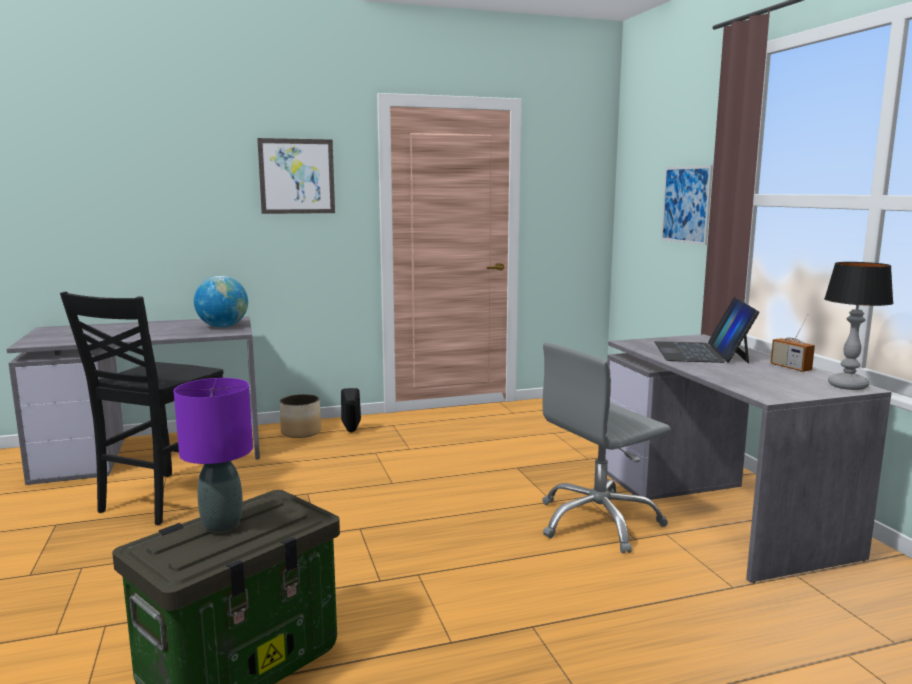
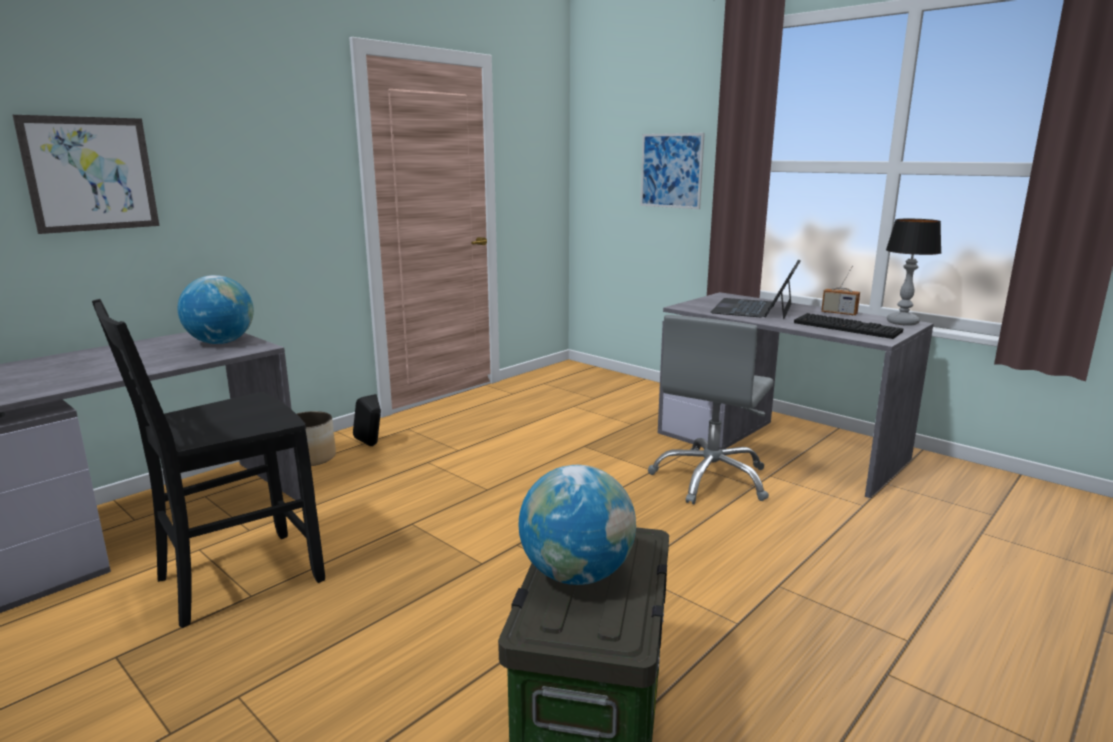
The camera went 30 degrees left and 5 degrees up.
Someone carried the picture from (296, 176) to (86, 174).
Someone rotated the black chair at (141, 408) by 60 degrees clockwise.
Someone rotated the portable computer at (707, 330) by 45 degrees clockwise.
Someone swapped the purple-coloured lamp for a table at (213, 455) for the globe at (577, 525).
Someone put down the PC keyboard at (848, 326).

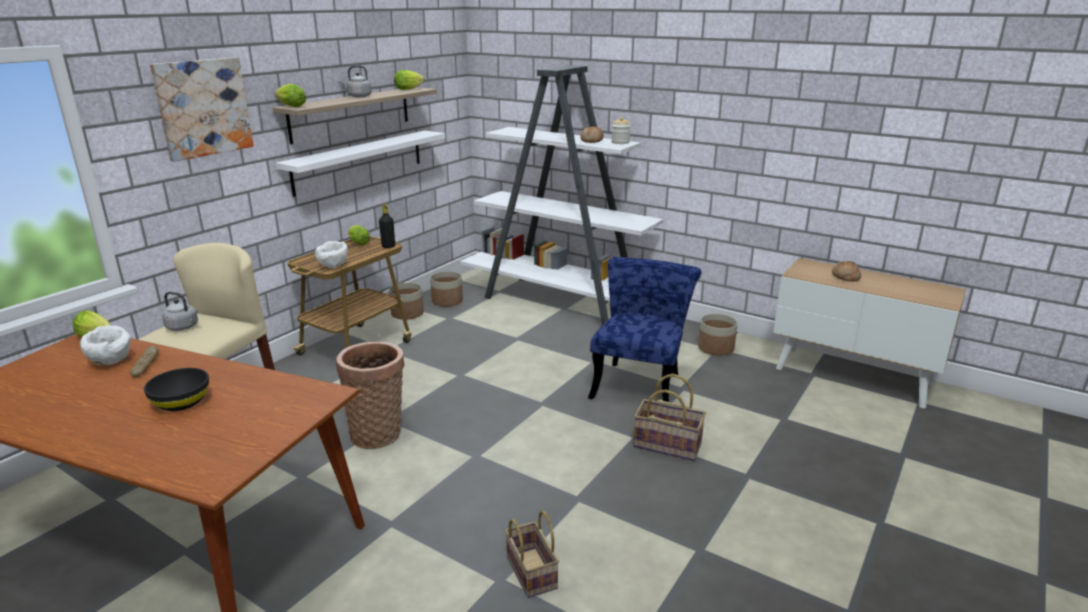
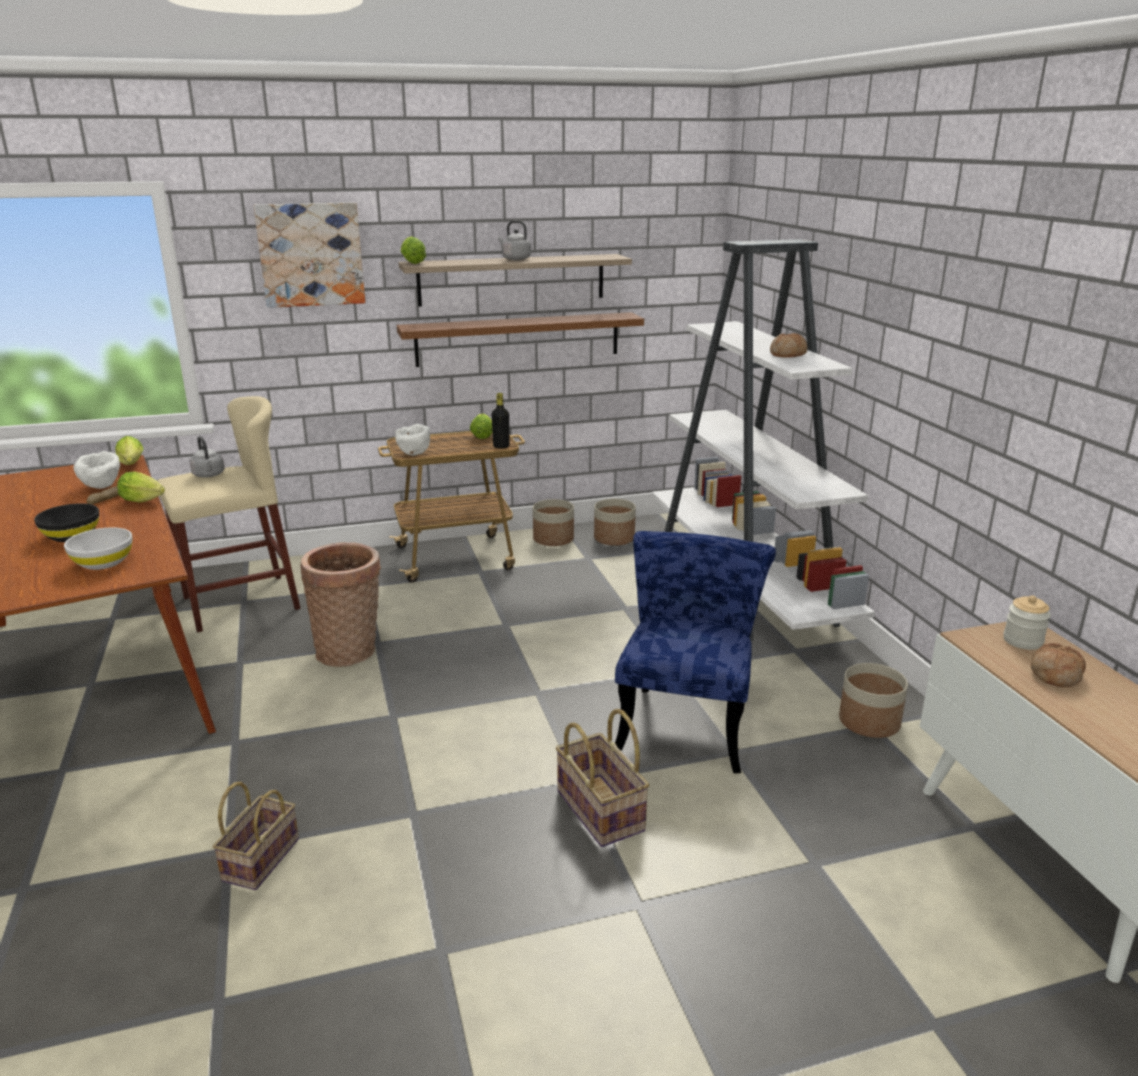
The camera went 40 degrees right and 0 degrees up.
Someone carried the lettuce head from (409, 80) to (141, 487).
Someone carried the preserve jar from (621, 130) to (1027, 622).
Someone repainted the white-coloured bracket shelf at (360, 163), which became the brown-coloured bracket shelf at (520, 339).
Someone rotated the blue-coloured chair at (645, 329) by 45 degrees counterclockwise.
Someone put down the white-coloured deep dish at (98, 548).

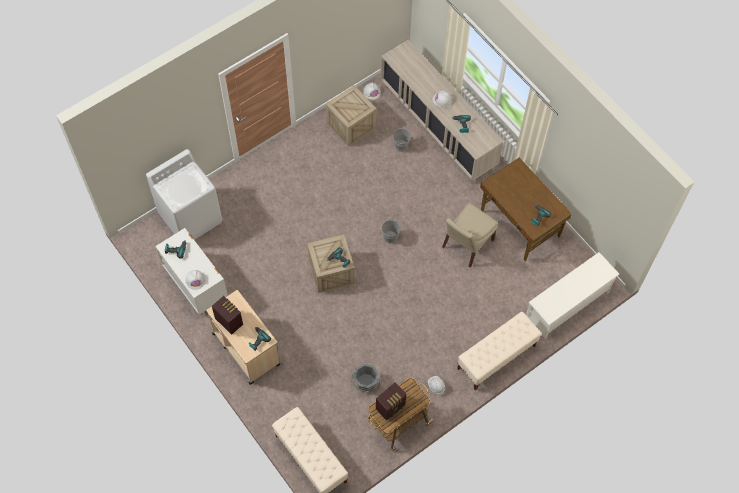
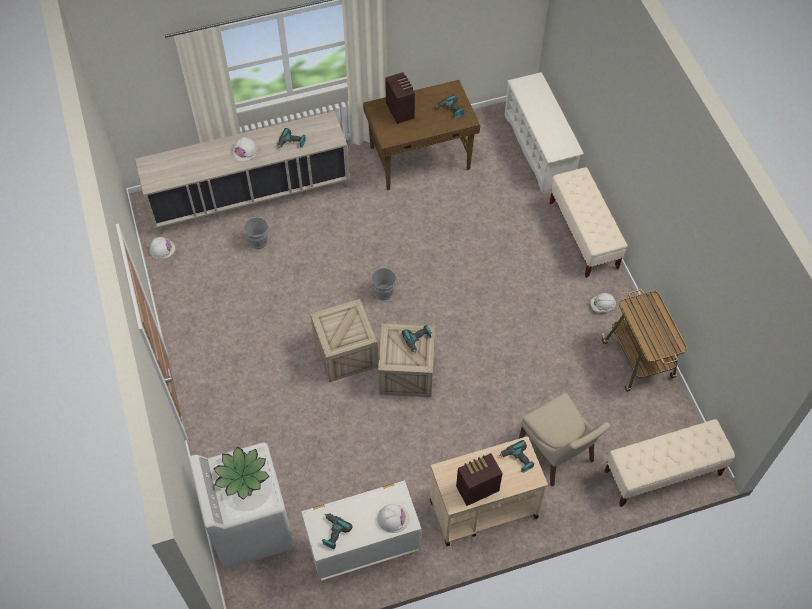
The camera went 70 degrees left and 5 degrees down.
Someone carried the packing crate from (351, 116) to (344, 340).
Someone carried the beige-coloured chair from (470, 235) to (564, 439).
Someone took away the greyish pail at (365, 378).
Someone carried the radio set from (391, 401) to (400, 98).
Someone put down the plant in a pot at (241, 473).

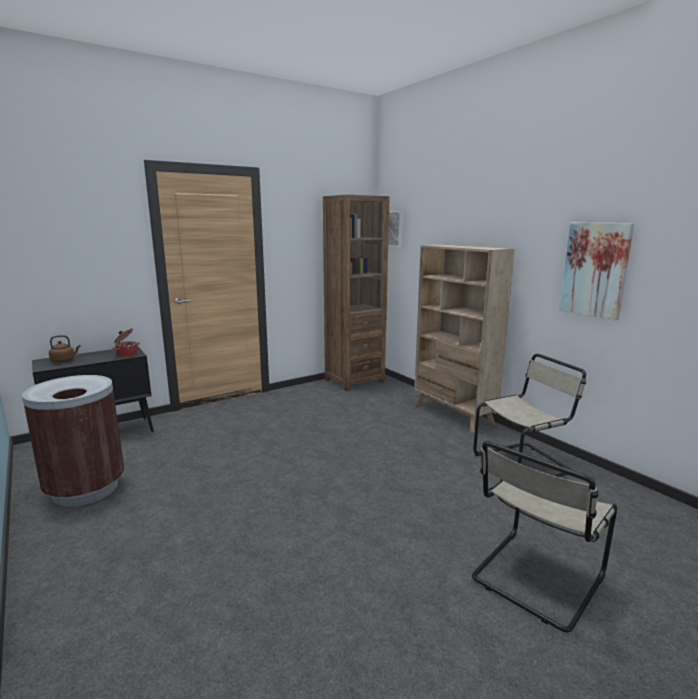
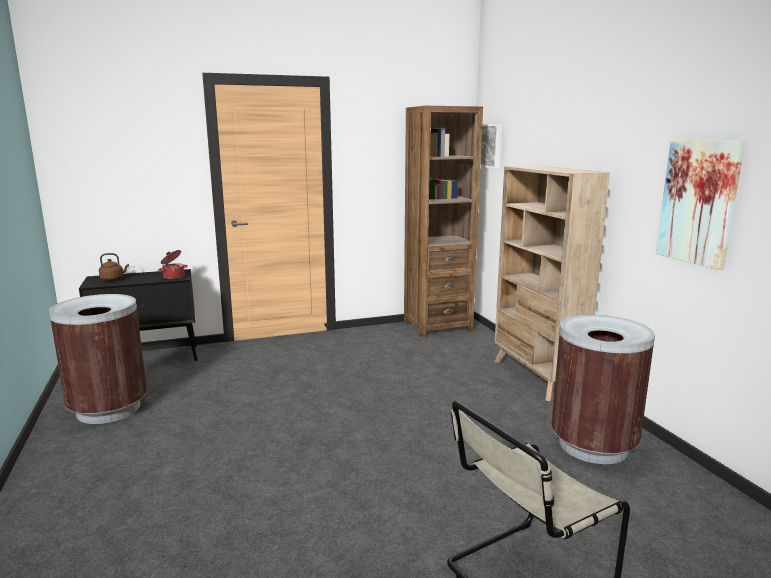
The camera went 15 degrees right and 0 degrees up.
Someone swapped the beige-coloured chair at (529, 415) for the brown-coloured waste bin at (603, 389).

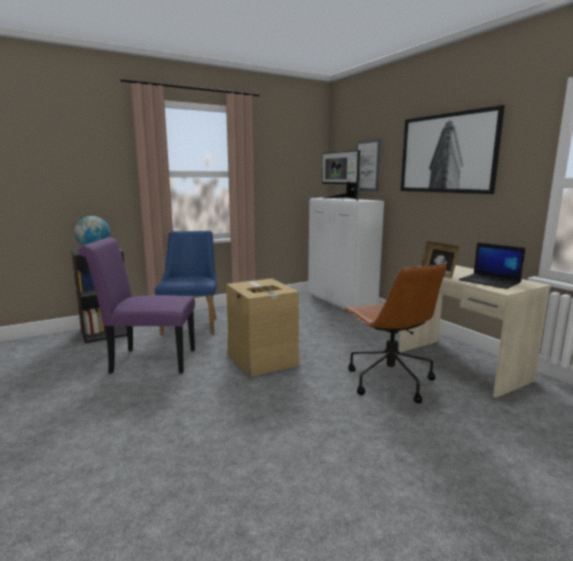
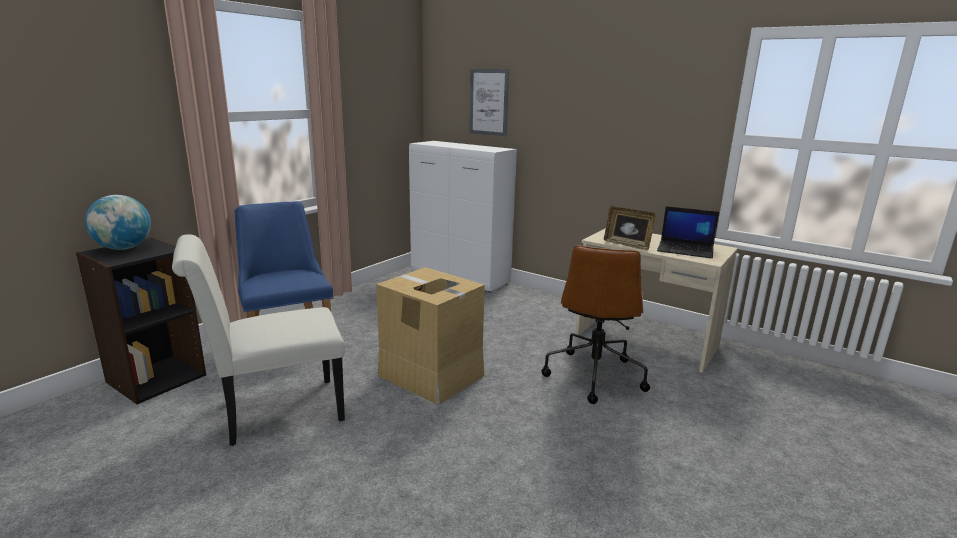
The camera went 25 degrees left and 5 degrees up.
Someone took away the picture at (453, 149).
Someone took away the computer display at (341, 175).
Someone repainted the purple-coloured chair at (136, 305), which became the white-coloured chair at (258, 340).
Someone rotated the brown-coloured desk chair at (394, 333) by 60 degrees clockwise.

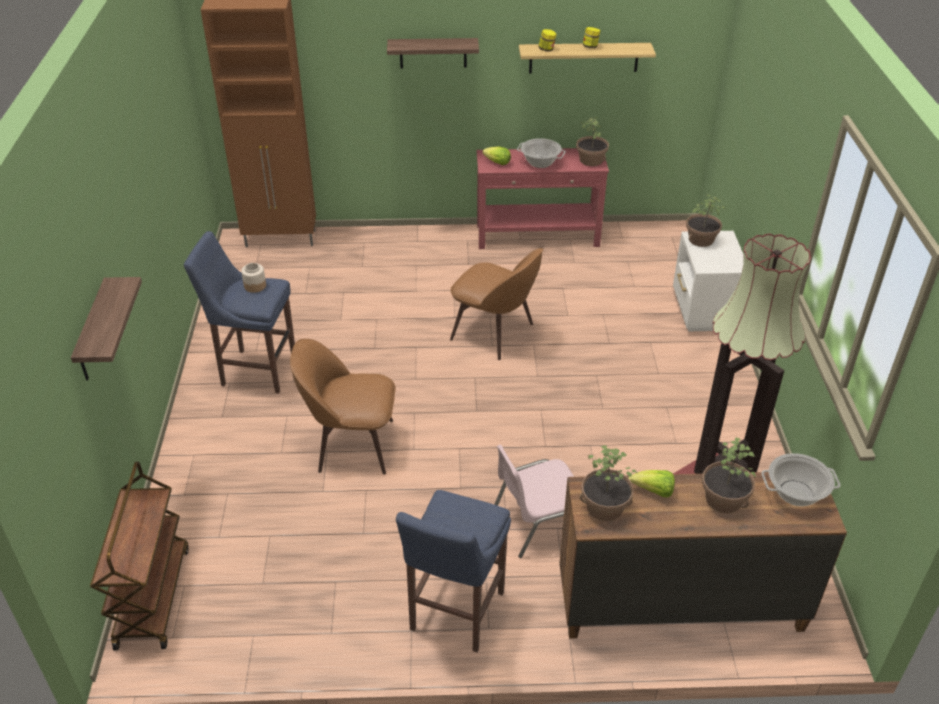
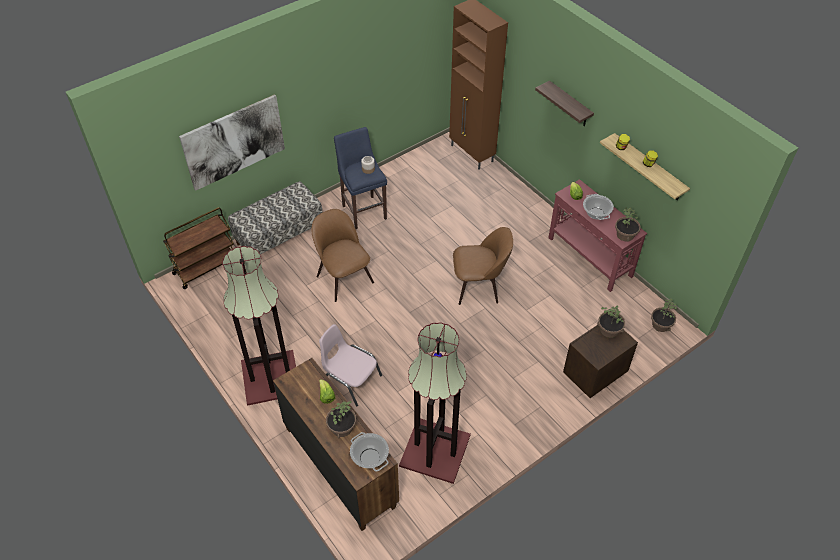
The camera went 55 degrees right and 10 degrees up.
Someone repainted the white-coloured night table at (708, 281), which became the brown-coloured night table at (600, 361).
Someone rotated the brown-coloured chair at (496, 304) by 90 degrees counterclockwise.
Someone swapped the bracket shelf at (106, 328) for the picture at (232, 142).
Someone carried the plant in a pot from (608, 483) to (664, 315).
Someone swapped the blue-coloured sitting stool at (453, 571) for the standard lamp at (259, 326).
Someone put down the bench at (275, 217).

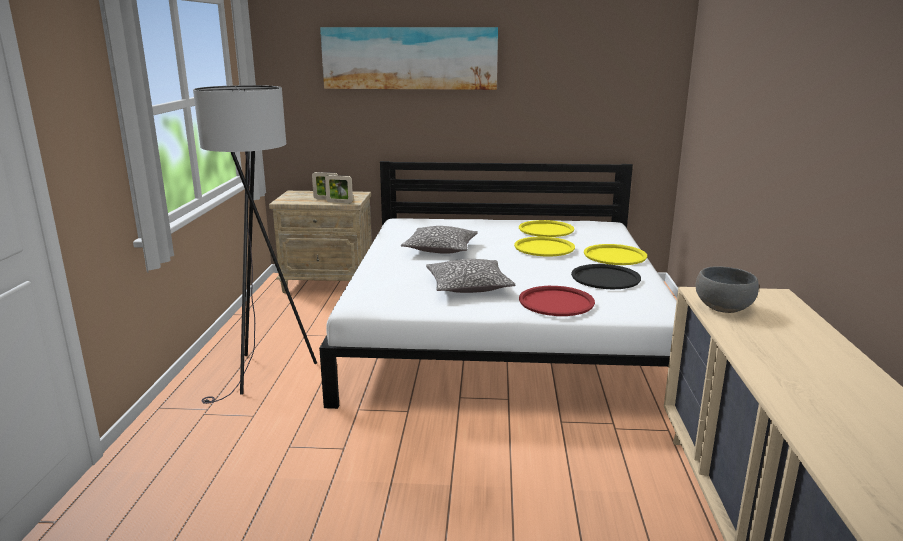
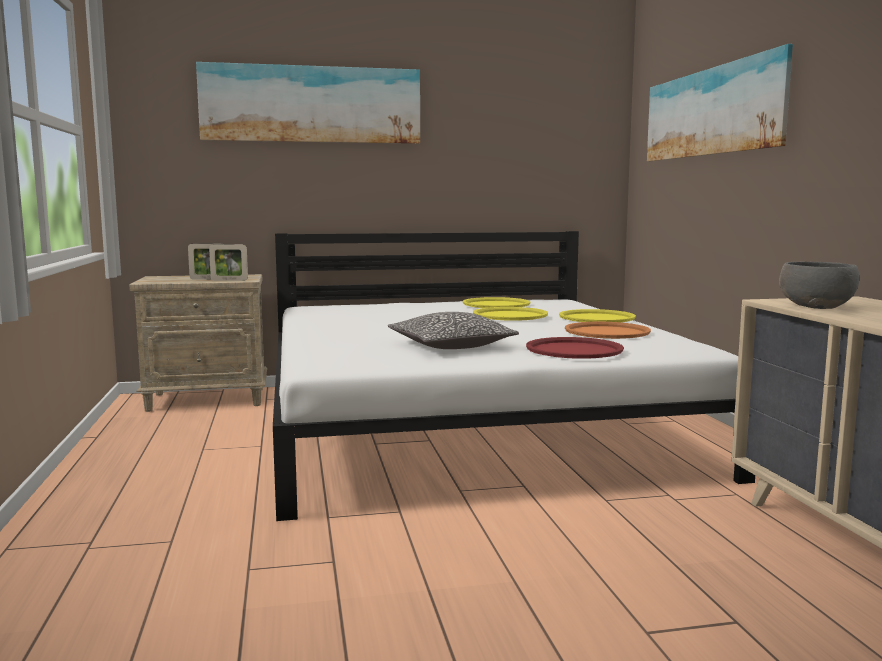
The camera went 15 degrees left and 10 degrees down.
Someone took away the greyish standard lamp at (255, 244).
Someone took away the pillow at (439, 240).
Someone repainted the black tray at (606, 276), which became the orange-coloured tray at (608, 330).
Someone put up the picture at (720, 102).

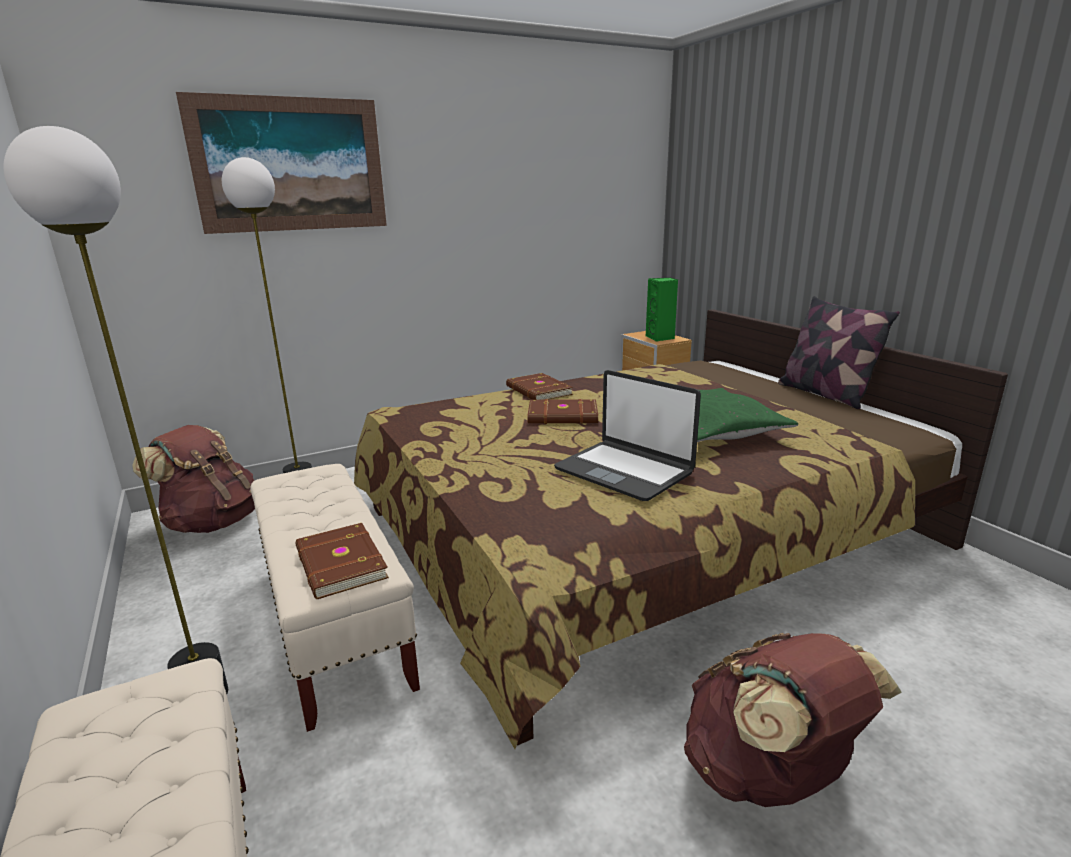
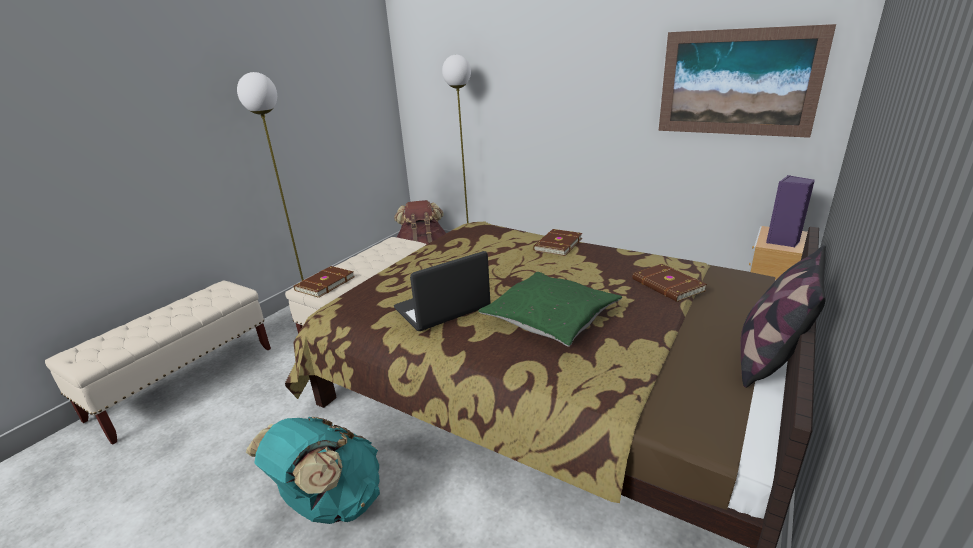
The camera went 60 degrees right and 5 degrees up.
Someone carried the picture from (281, 163) to (747, 81).
Someone repainted the greenish loudspeaker at (662, 309), which became the purple-coloured loudspeaker at (790, 211).
Someone rotated the portable computer at (627, 435) by 45 degrees clockwise.
Someone carried the brown-coloured book from (563, 411) to (669, 283).
Someone repainted the brown-coloured rucksack at (793, 720), which became the blue-green rucksack at (313, 470).

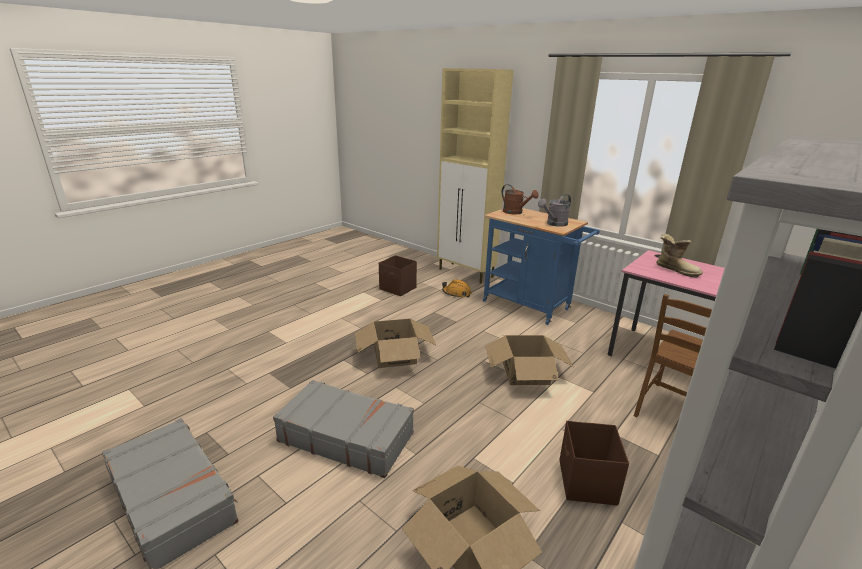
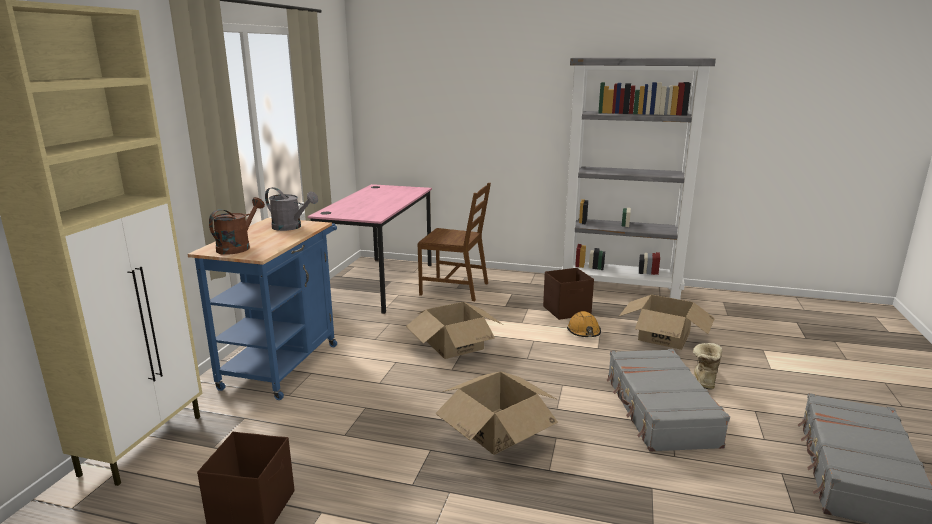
The camera went 115 degrees left and 5 degrees down.
Someone carried the tall boot from (679, 256) to (707, 366).
Someone carried the orange-coloured work helmet from (456, 288) to (584, 324).

